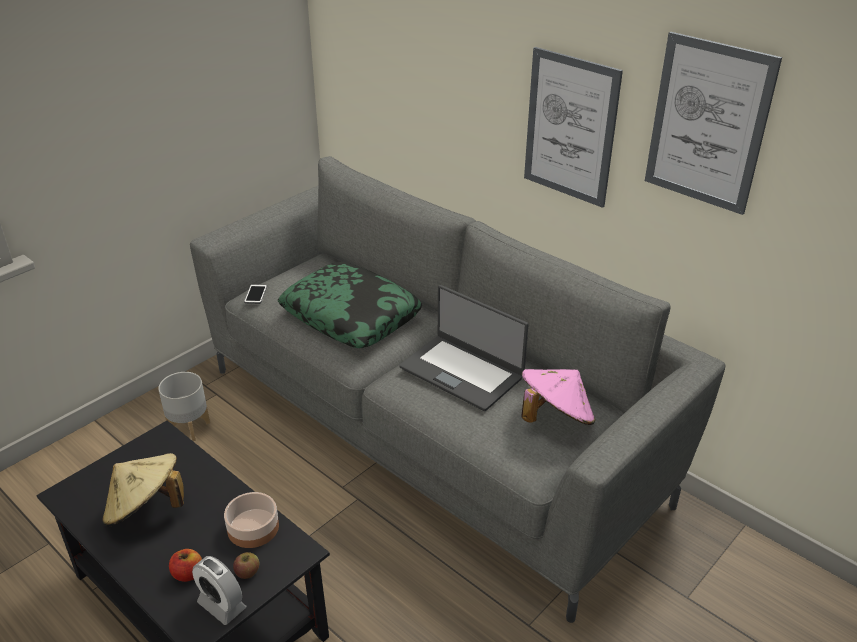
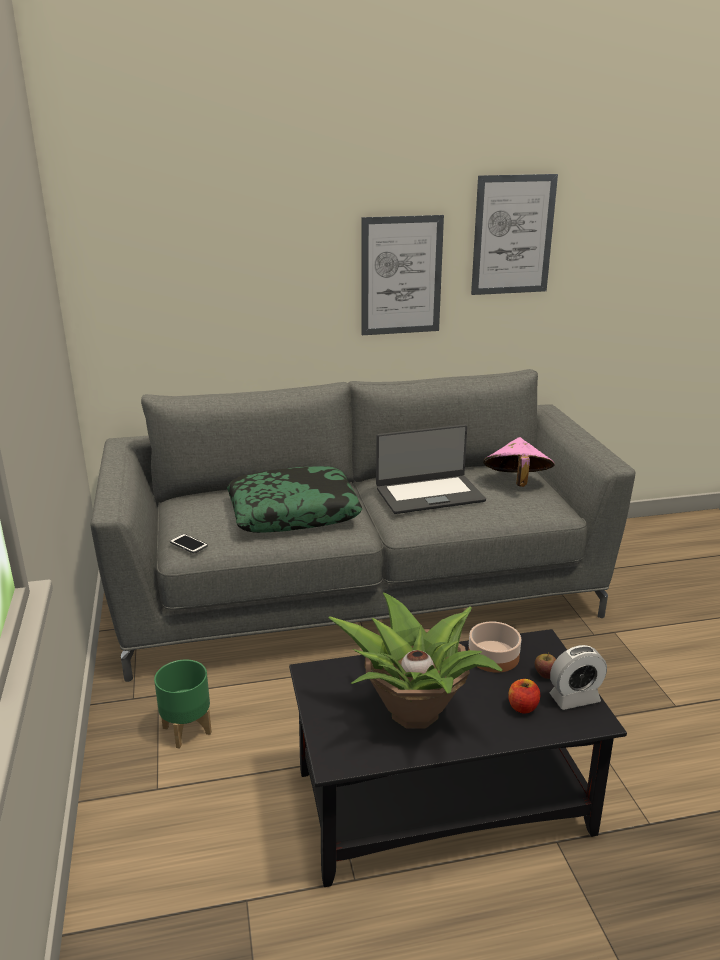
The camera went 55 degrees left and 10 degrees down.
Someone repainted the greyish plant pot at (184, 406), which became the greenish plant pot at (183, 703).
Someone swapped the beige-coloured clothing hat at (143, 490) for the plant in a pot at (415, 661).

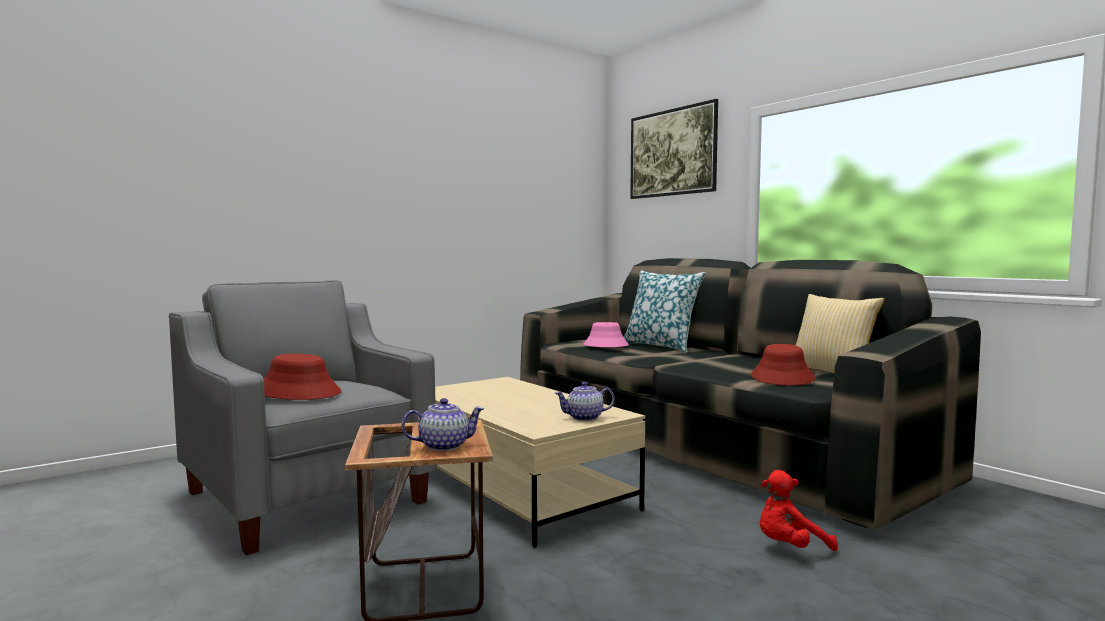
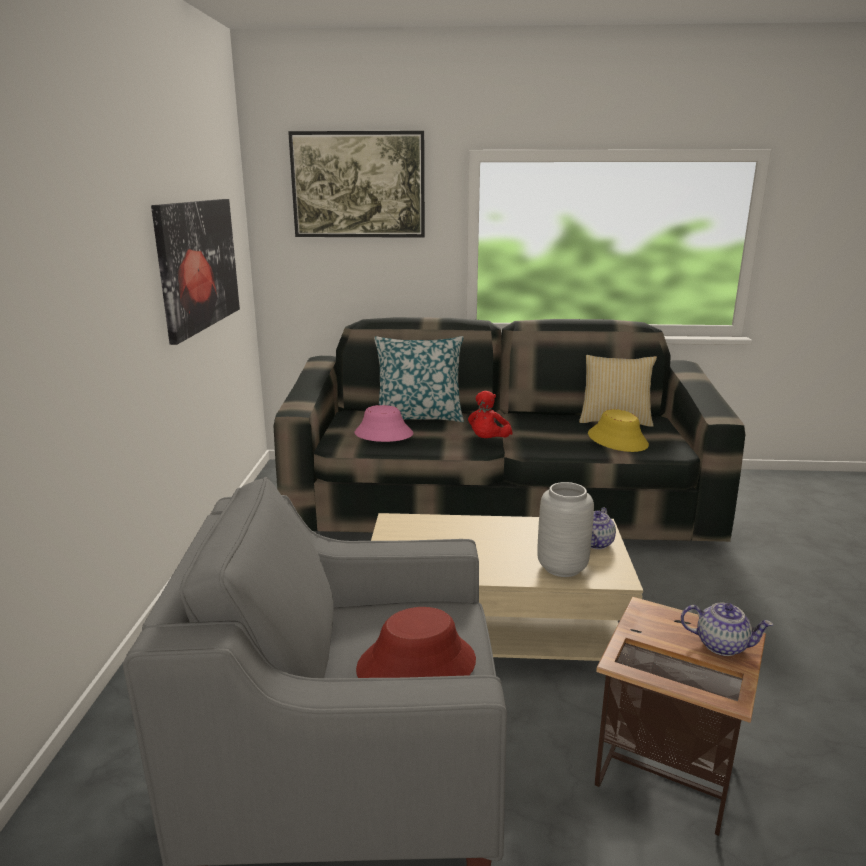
The camera went 50 degrees left and 15 degrees up.
Someone repainted the red-coloured clothing hat at (783, 365), which became the yellowish clothing hat at (618, 430).
Someone rotated the tea pot at (443, 424) by 90 degrees clockwise.
Someone carried the red-coloured cuddly toy from (799, 510) to (490, 414).
Someone put up the picture at (195, 272).
Someone put down the greyish vase at (566, 529).

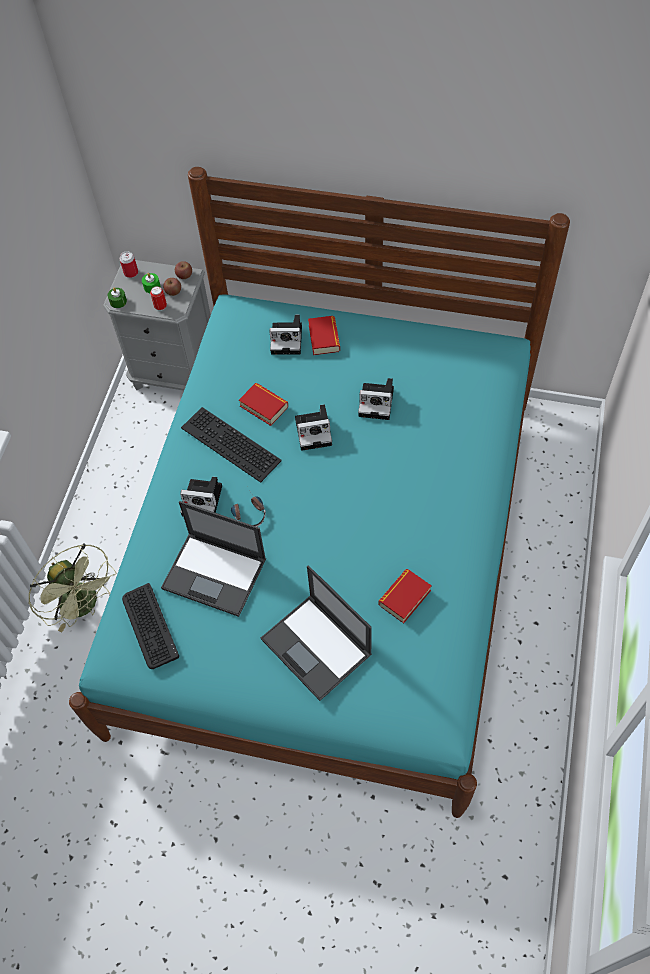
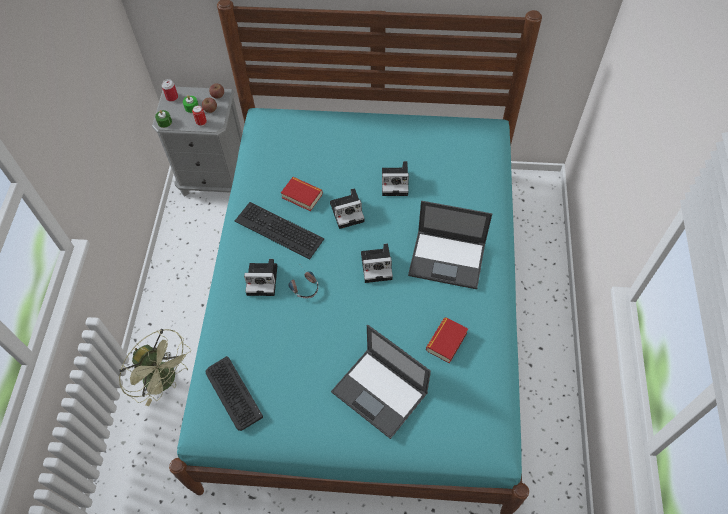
The camera went 10 degrees left and 0 degrees up.
Someone carried the still camera from (286, 335) to (377, 263).
Someone took away the book at (324, 335).
Someone carried the portable computer from (213, 559) to (450, 245).

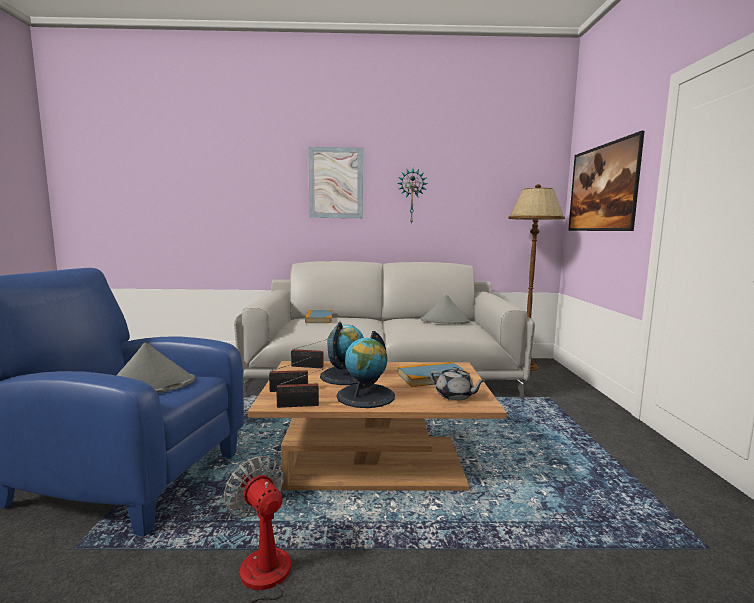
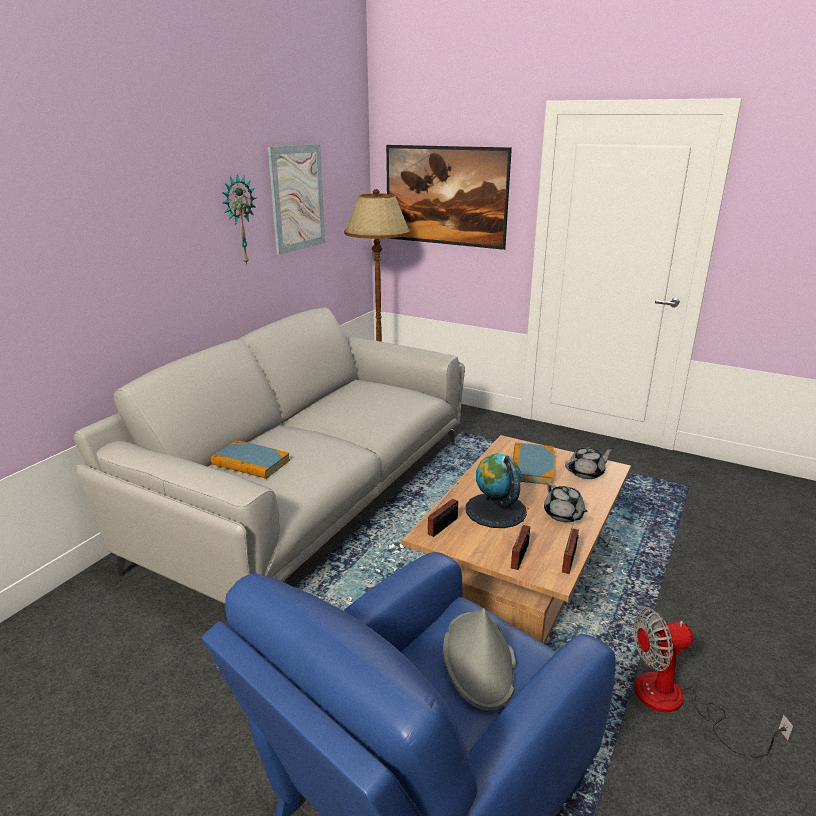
The camera went 60 degrees left and 15 degrees up.
Someone carried the picture from (335, 182) to (296, 199).
Someone took away the greyish clothing hat at (445, 309).
Someone swapped the globe at (365, 369) for the greyish tea pot at (565, 502).

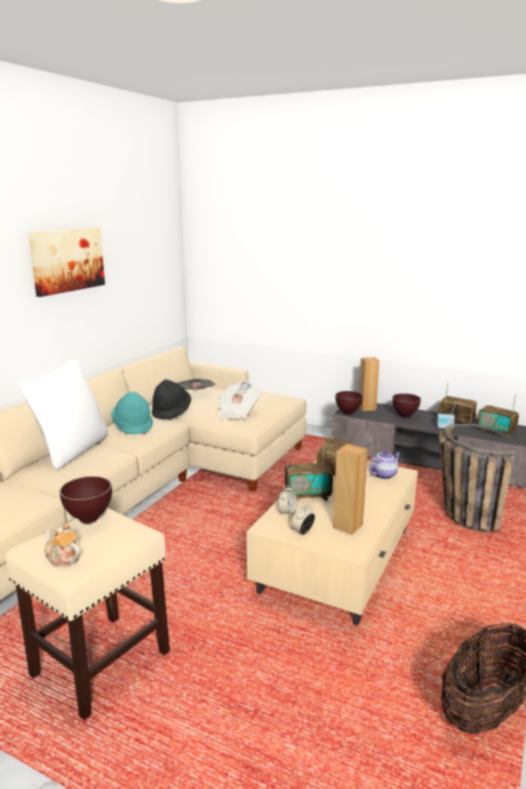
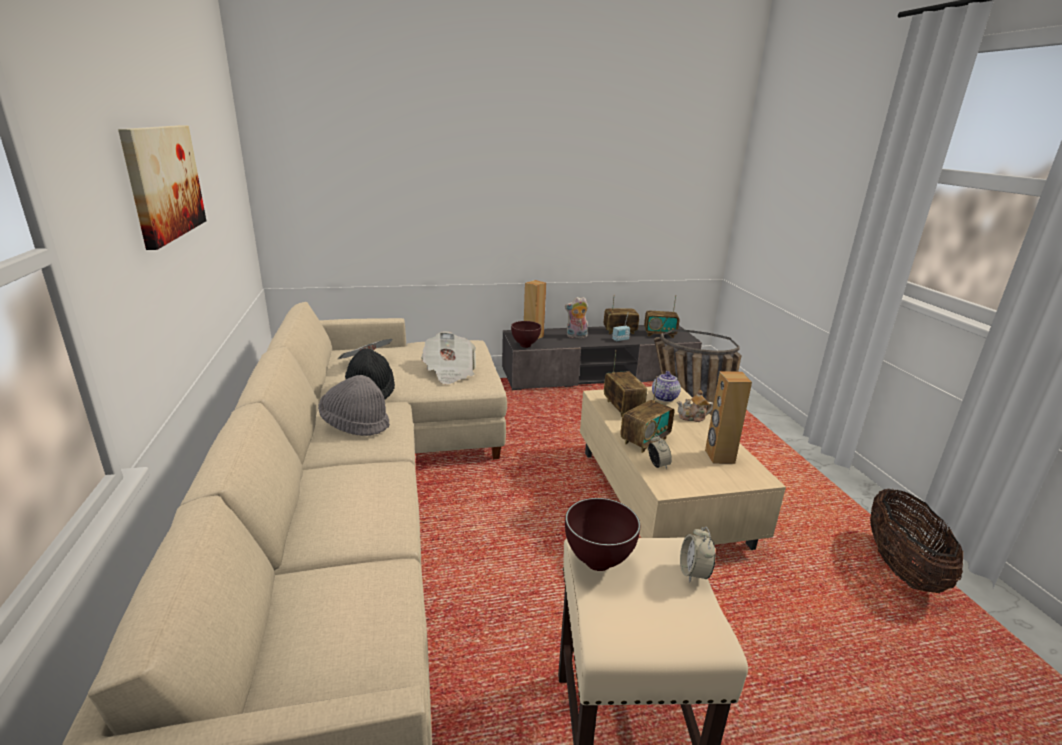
The camera went 40 degrees left and 5 degrees up.
Someone took away the white-coloured pillow at (63, 415).
Someone repainted the blue-green clothing hat at (132, 413), which became the greyish clothing hat at (354, 405).
Someone swapped the brown-coloured deep dish at (407, 405) for the cuddly toy at (576, 317).
Someone carried the table clock from (303, 519) to (698, 555).
Someone carried the tea pot from (62, 545) to (695, 406).

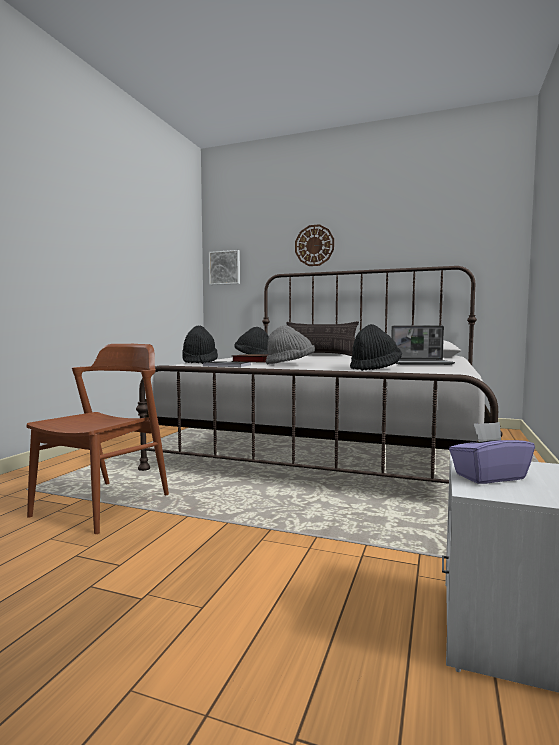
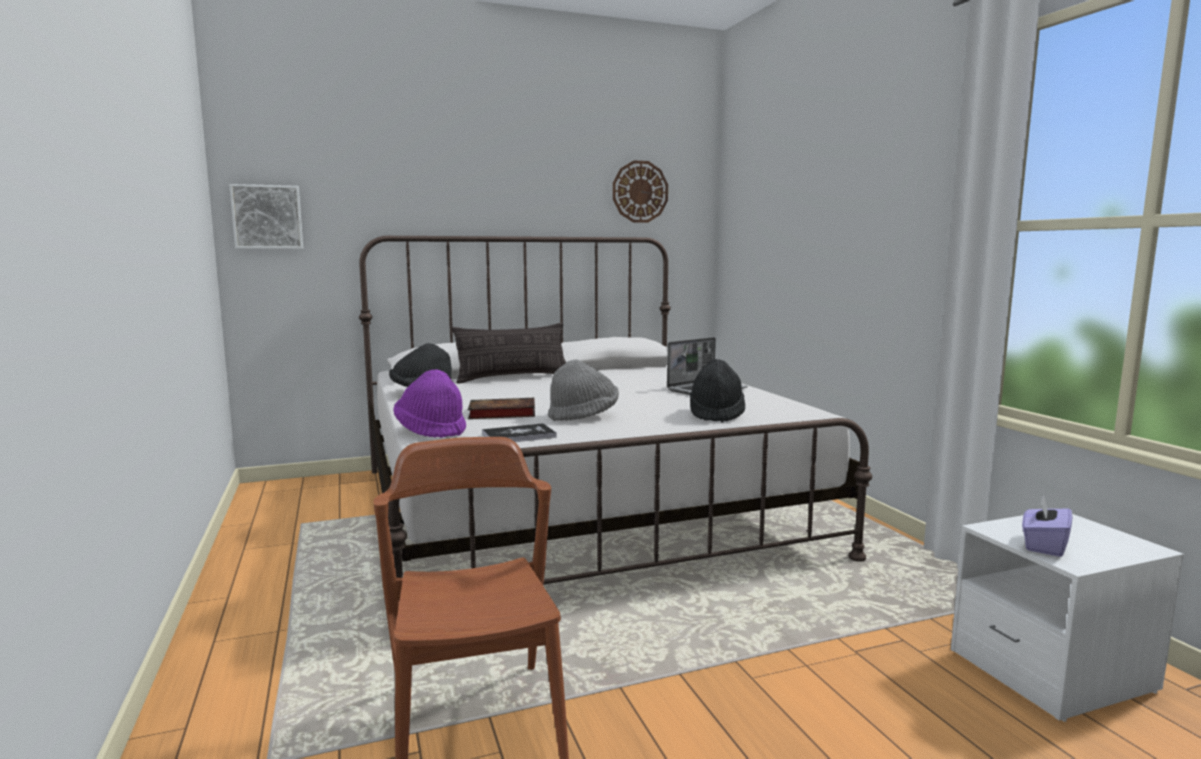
The camera went 40 degrees left and 5 degrees up.
Someone carried the clock on the wall from (314, 245) to (640, 191).
Someone repainted the black clothing hat at (200, 345), which became the purple-coloured clothing hat at (429, 404).

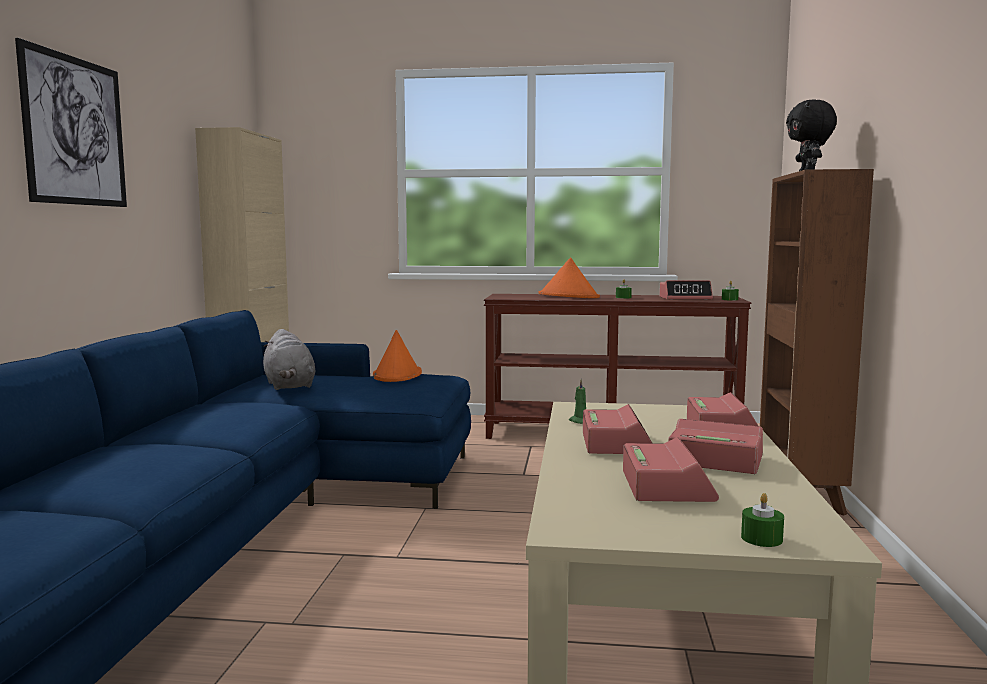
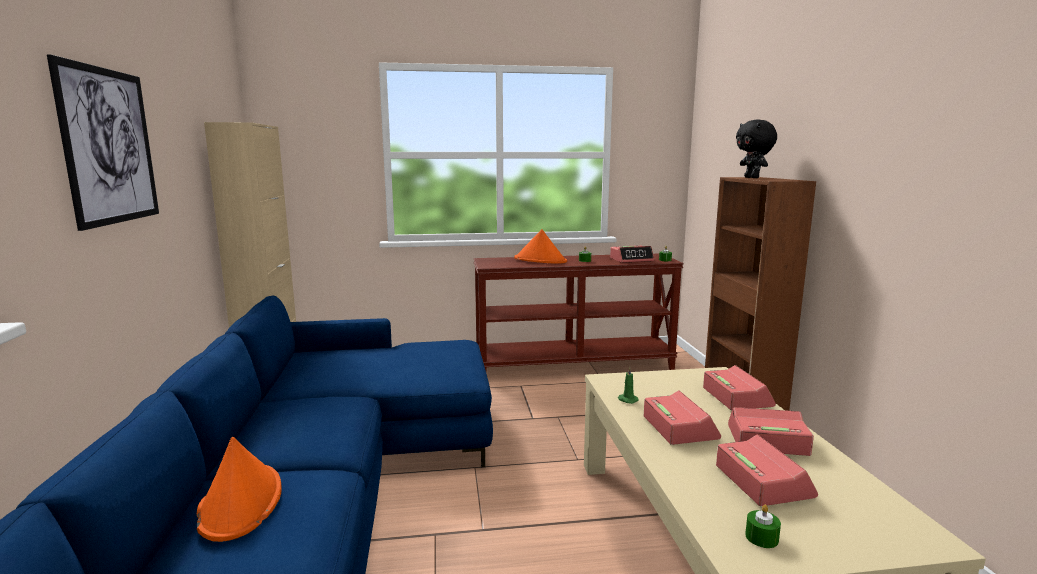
The camera went 15 degrees left and 5 degrees up.
Someone took away the greyish cuddly toy at (289, 359).
Someone carried the orange-coloured clothing hat from (397, 356) to (239, 489).
Someone carried the greenish wax light from (762, 520) to (763, 526).

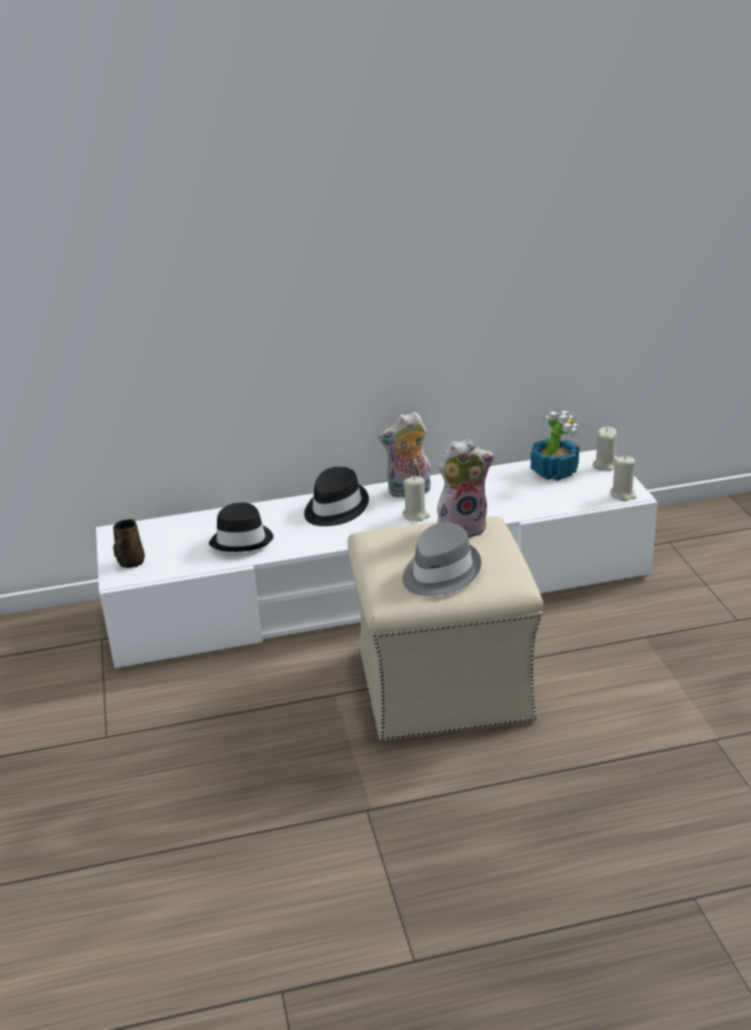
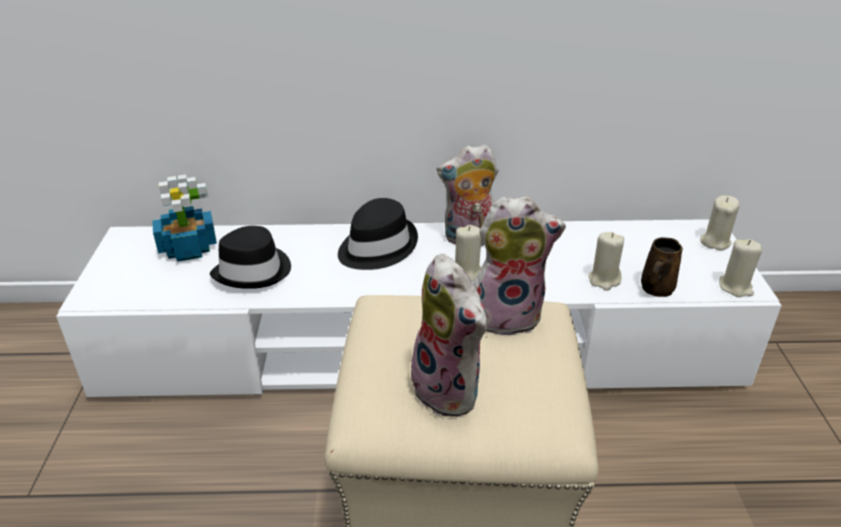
The camera went 10 degrees right and 5 degrees up.
Someone carried the plant in a pot from (555, 445) to (184, 218).
Someone carried the brown-coloured coffee mug from (129, 543) to (662, 267).
Someone swapped the greyish clothing hat at (441, 559) for the cuddly toy at (449, 335).
Someone put down the beige-coloured wax light at (606, 261).

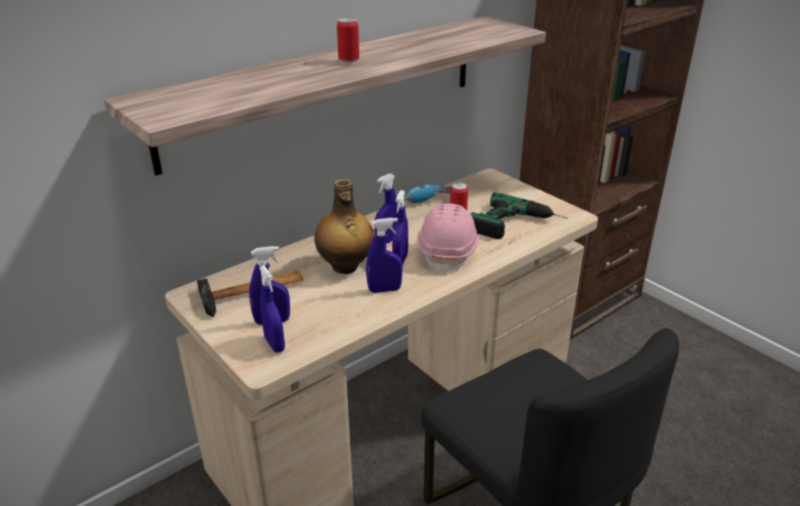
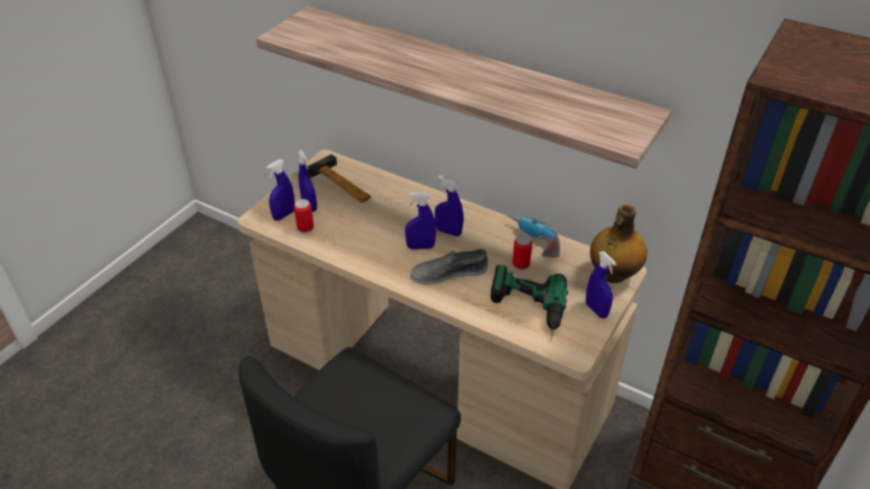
The camera went 70 degrees right and 10 degrees up.
Someone carried the can from (348, 40) to (304, 216).
Someone carried the drink bottle from (344, 226) to (618, 243).
Someone swapped the pink work helmet at (448, 239) for the greyish shoe at (449, 267).
Someone carried the blue-coloured sprayer from (384, 255) to (601, 284).

